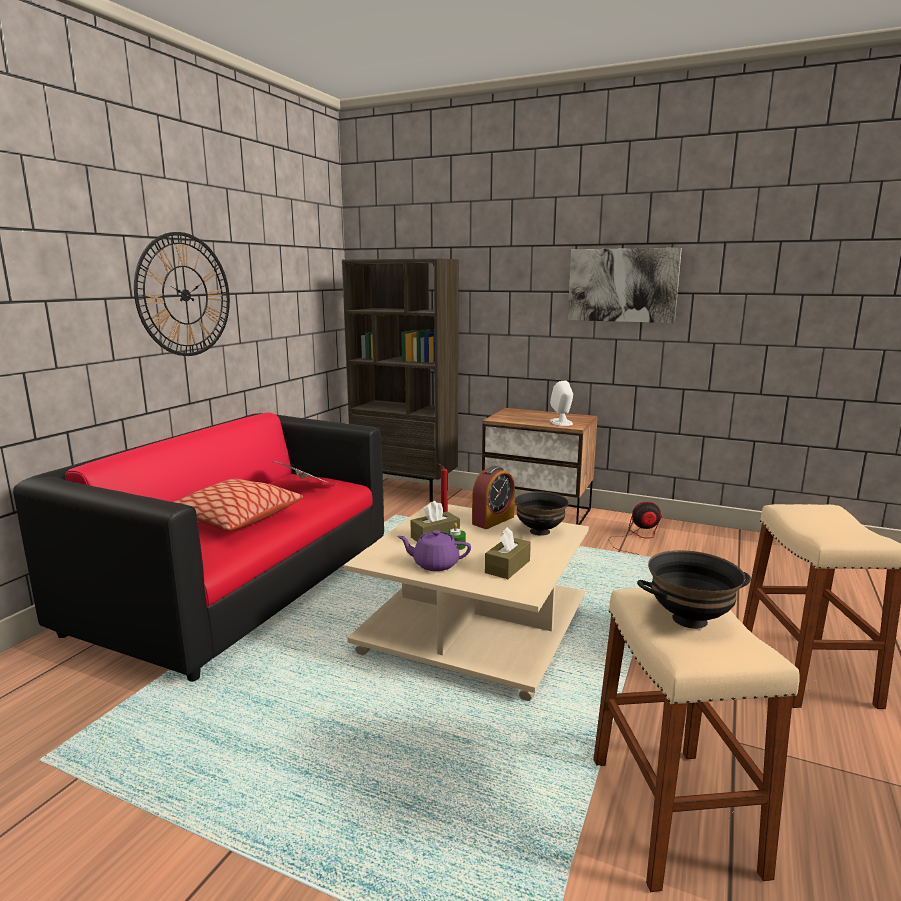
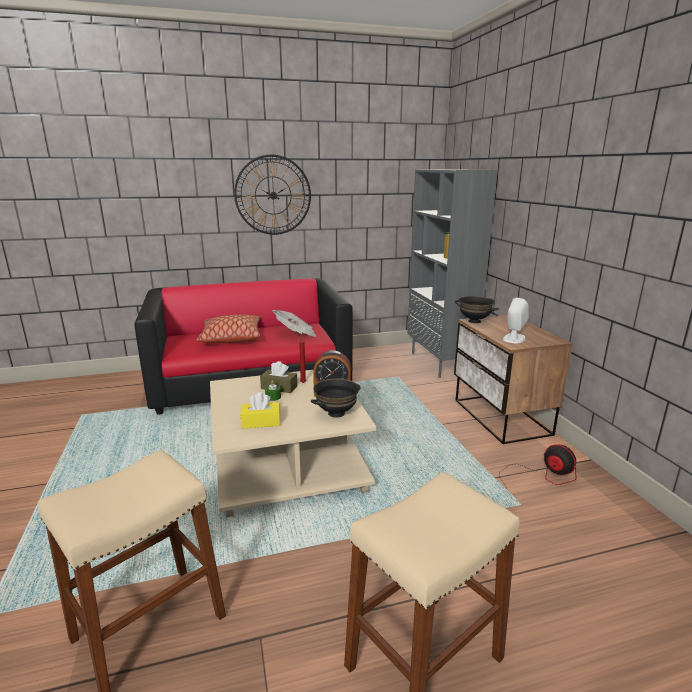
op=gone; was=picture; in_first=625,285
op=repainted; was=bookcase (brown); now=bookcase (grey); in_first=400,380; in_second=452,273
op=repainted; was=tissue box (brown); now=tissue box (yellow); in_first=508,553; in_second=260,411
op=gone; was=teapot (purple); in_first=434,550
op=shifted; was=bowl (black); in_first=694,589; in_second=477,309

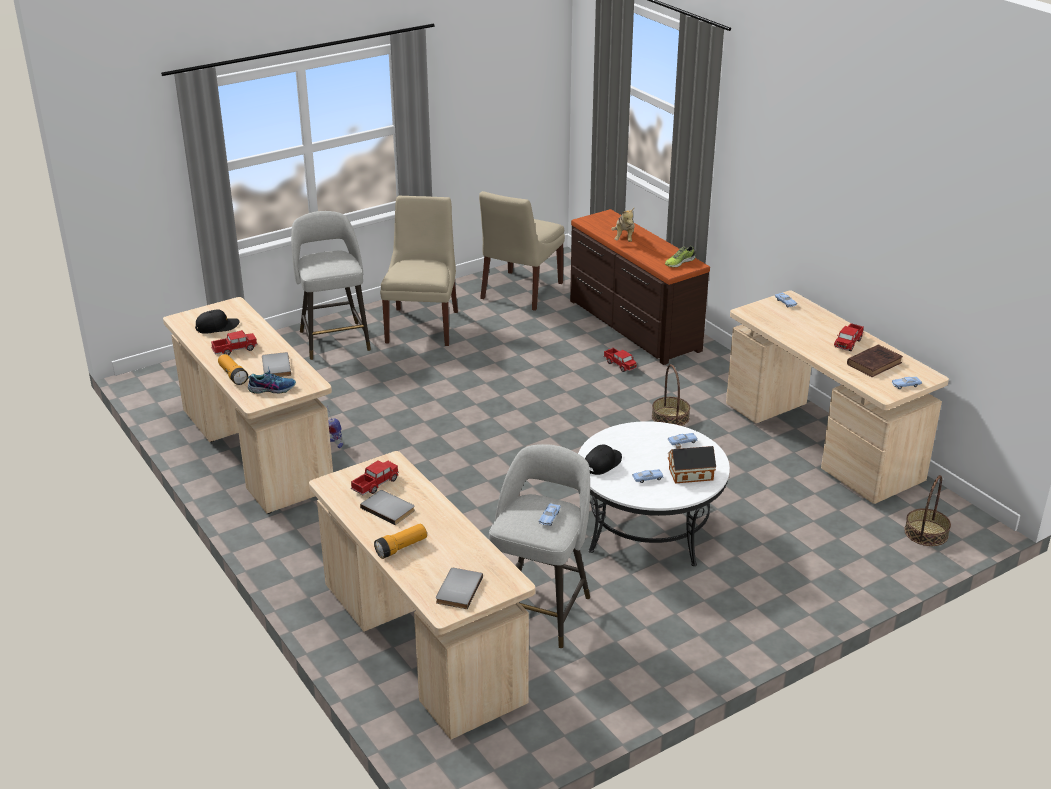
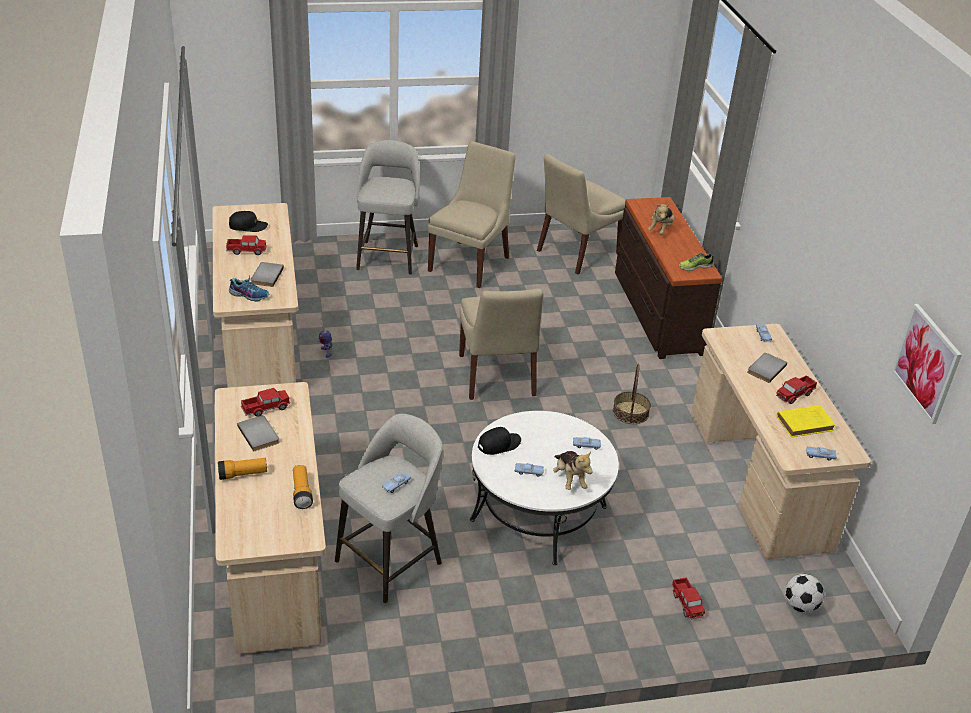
op=repainted; was=book (brown); now=book (yellow); in_first=875,360; in_second=806,421
op=shifted; was=toy truck; in_first=620,360; in_second=688,598
op=shifted; was=flashlight; in_first=233,369; in_second=303,487
op=swapped; was=toy house; now=plush toy; in_first=692,464; in_second=573,470
op=swapped; was=basket; now=football; in_first=927,510; in_second=804,593
op=shifted; was=book (grey); in_first=459,588; in_second=767,368
op=new; now=chair (beige); in_second=501,344
op=new; now=picture; in_second=927,364

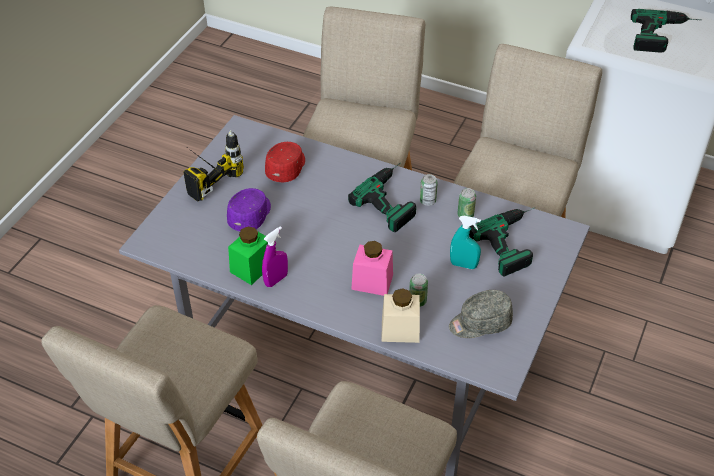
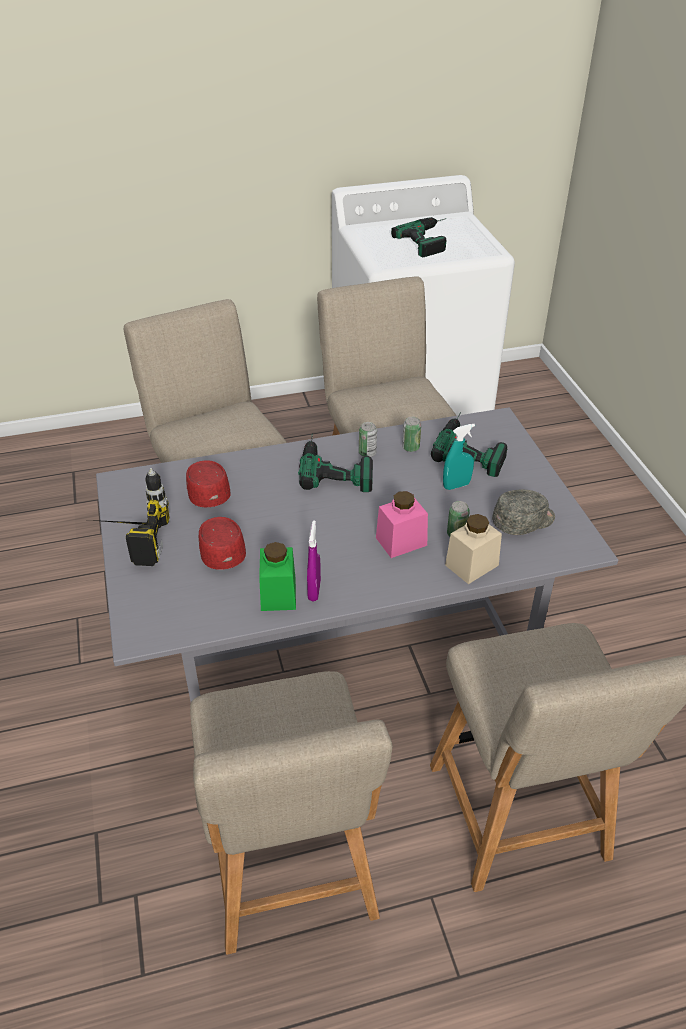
op=repainted; was=cap (purple); now=cap (red); in_first=249,209; in_second=222,543
op=rotated; was=cap (grey); in_first=481,314; in_second=523,512; clockwise=-150

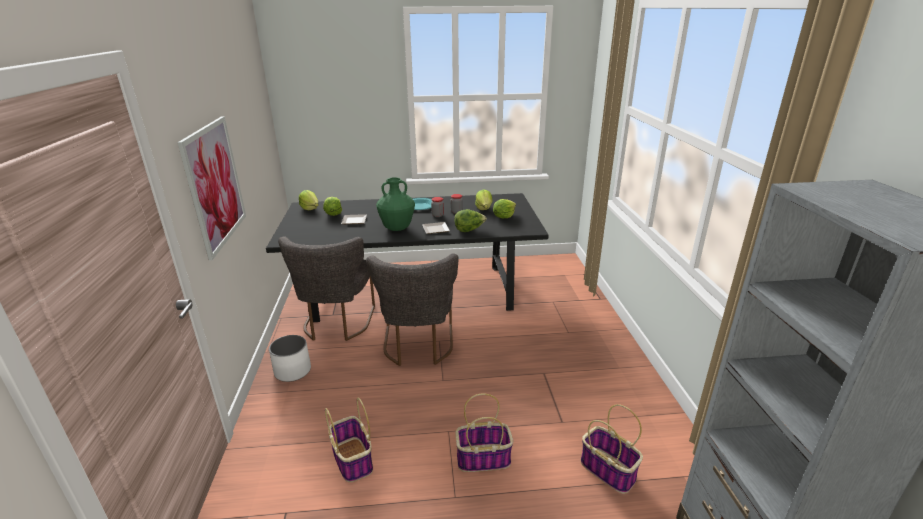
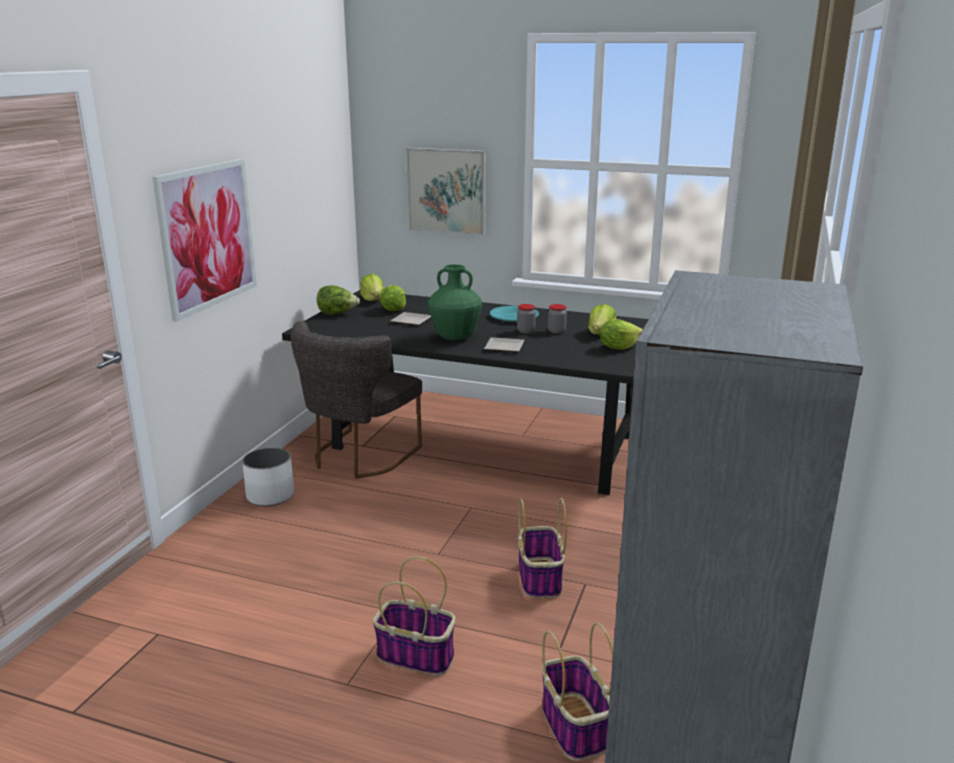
op=shifted; was=lettuce; in_first=470,220; in_second=338,300
op=gone; was=chair (grey); in_first=412,309
op=shifted; was=basket; in_first=349,440; in_second=542,548
op=new; now=picture; in_second=446,191

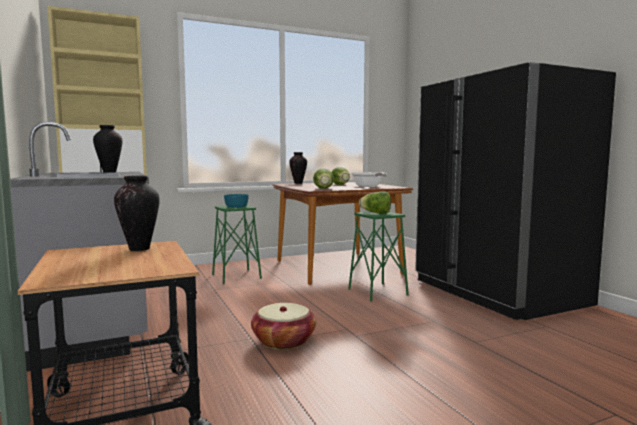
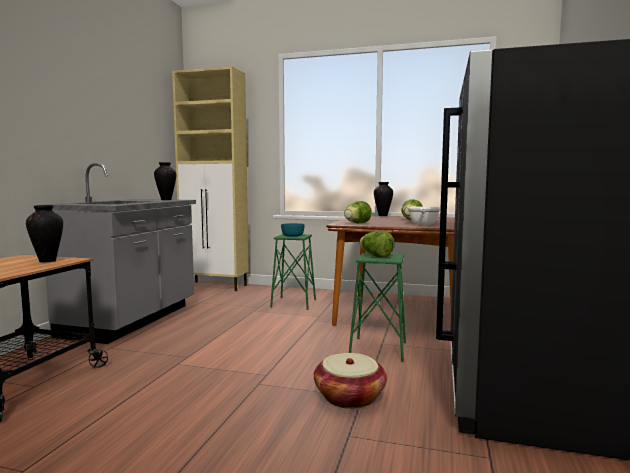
op=shifted; was=basket; in_first=283,326; in_second=350,381

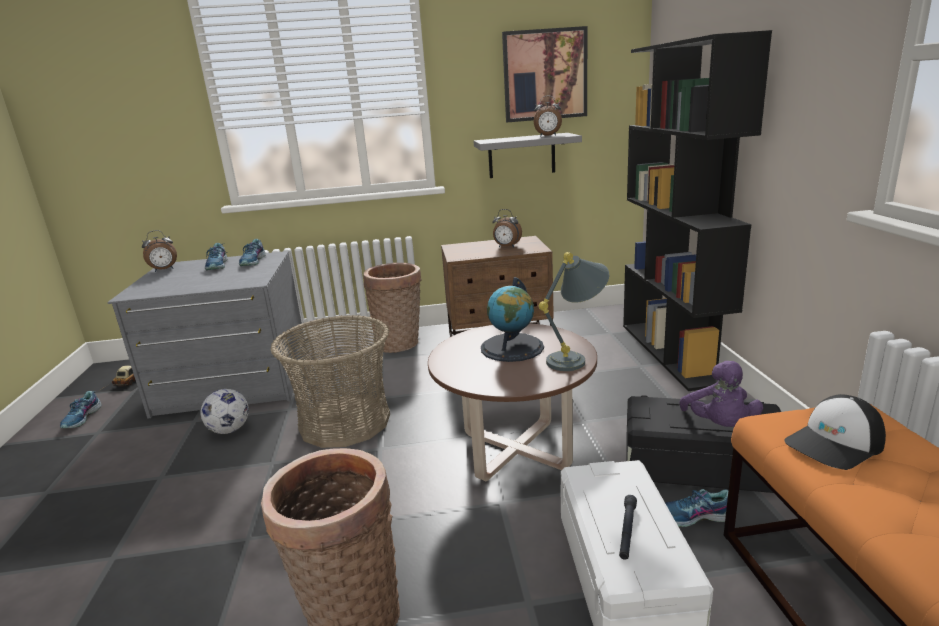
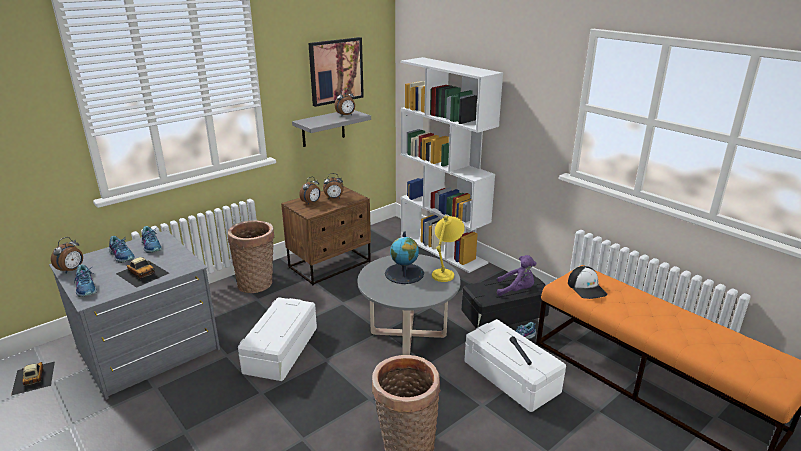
op=repainted; was=bookcase (black); now=bookcase (white); in_first=697,210; in_second=452,165
op=repainted; was=table lamp (grey); now=table lamp (yellow); in_first=574,311; in_second=448,248
op=swapped; was=basket; now=storage box (white); in_first=330,381; in_second=277,339
op=repainted; was=coffee table (brown); now=coffee table (grey); in_first=512,402; in_second=409,304
op=rotated; was=plush toy (purple); in_first=721,394; in_second=516,275; clockwise=-45
op=gone; was=football; in_first=225,411
op=shifted; was=shoe; in_first=80,409; in_second=85,280
op=rotated; was=cap; in_first=835,432; in_second=587,282; clockwise=-45
op=new; now=alarm clock; in_second=310,191
op=new; now=toy car; in_second=142,272

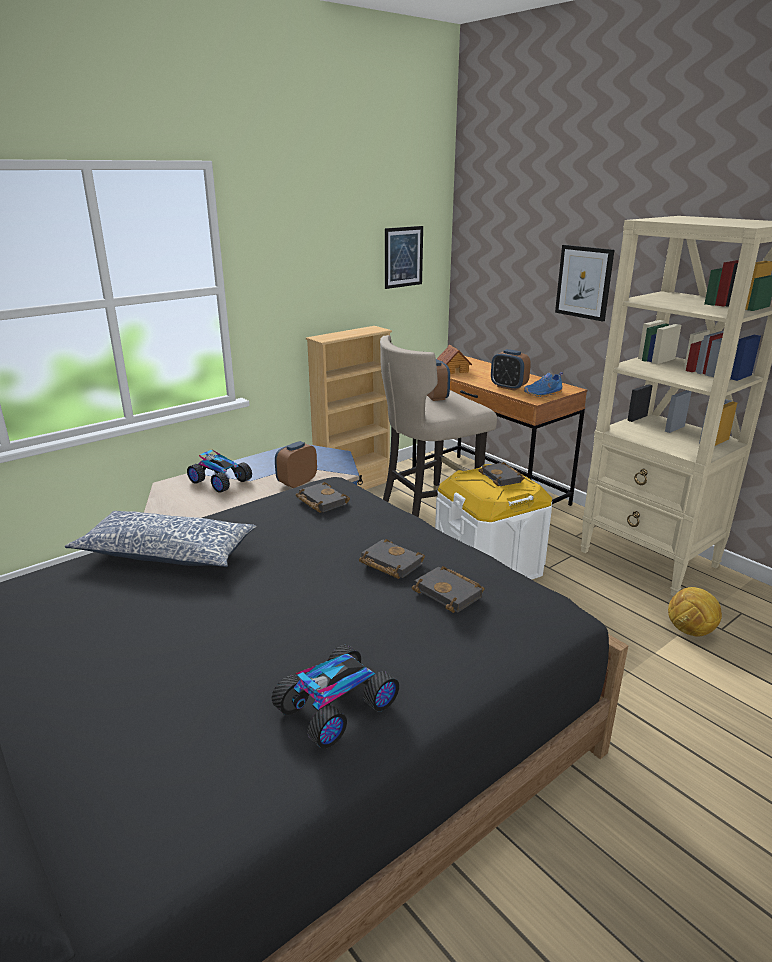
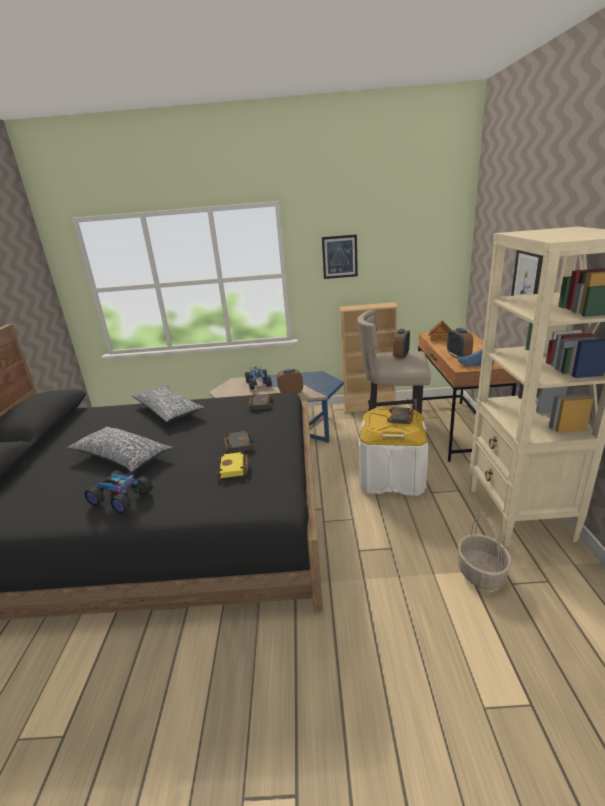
op=shifted; was=picture; in_first=404,257; in_second=340,256
op=repainted; was=book (black); now=book (yellow); in_first=448,589; in_second=232,465
op=swapped; was=football; now=basket; in_first=695,612; in_second=485,551
op=rotated; was=toy car; in_first=335,696; in_second=118,492; clockwise=-150
op=new; now=pillow; in_second=120,449

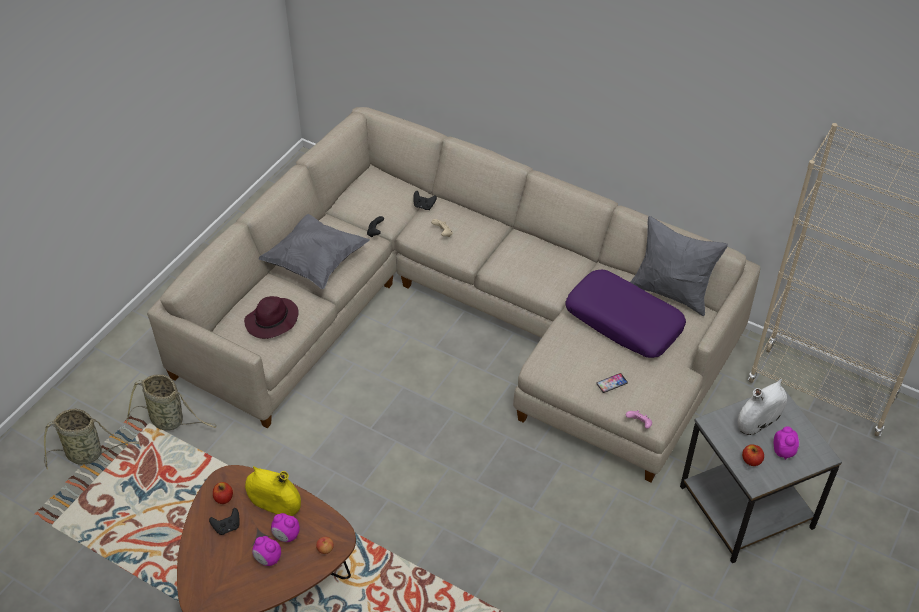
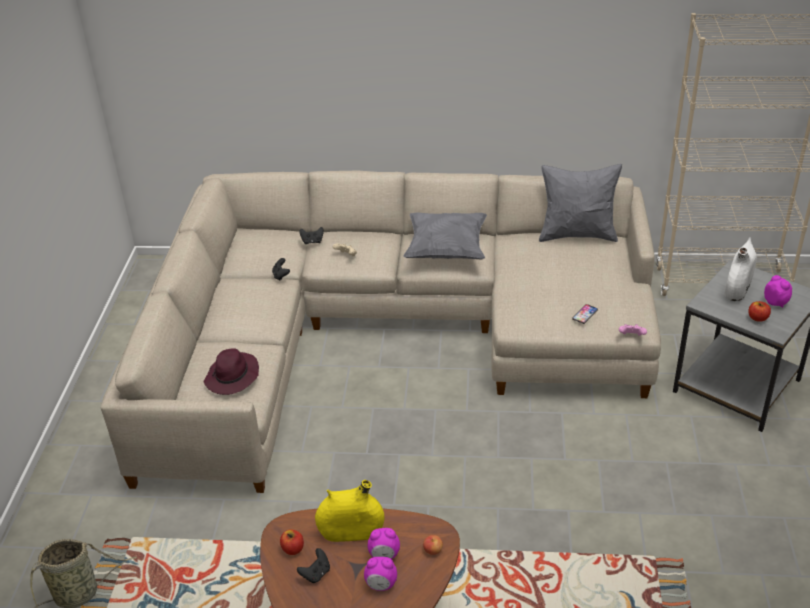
op=shifted; was=pillow (grey); in_first=314,251; in_second=445,236
op=gone; was=pillow (purple); in_first=625,314
op=gone; was=basket; in_first=172,402

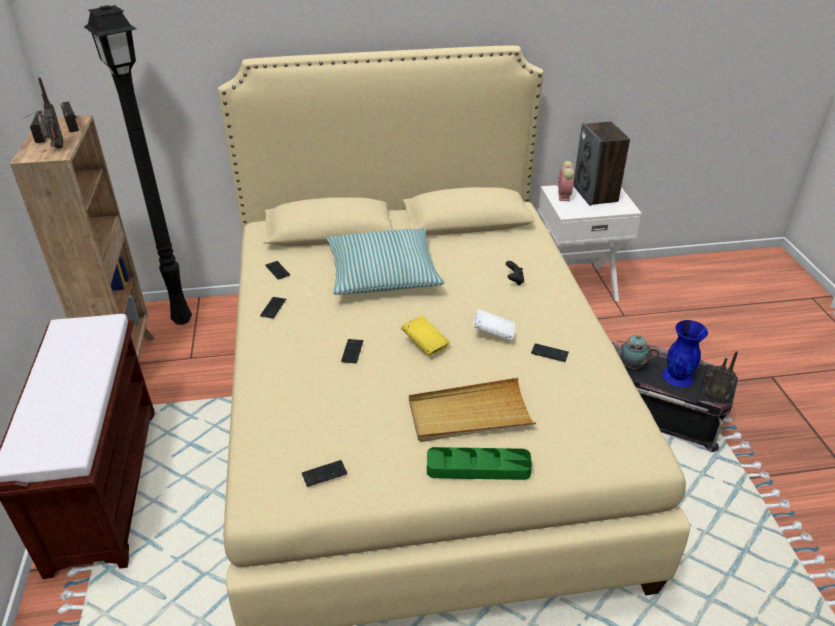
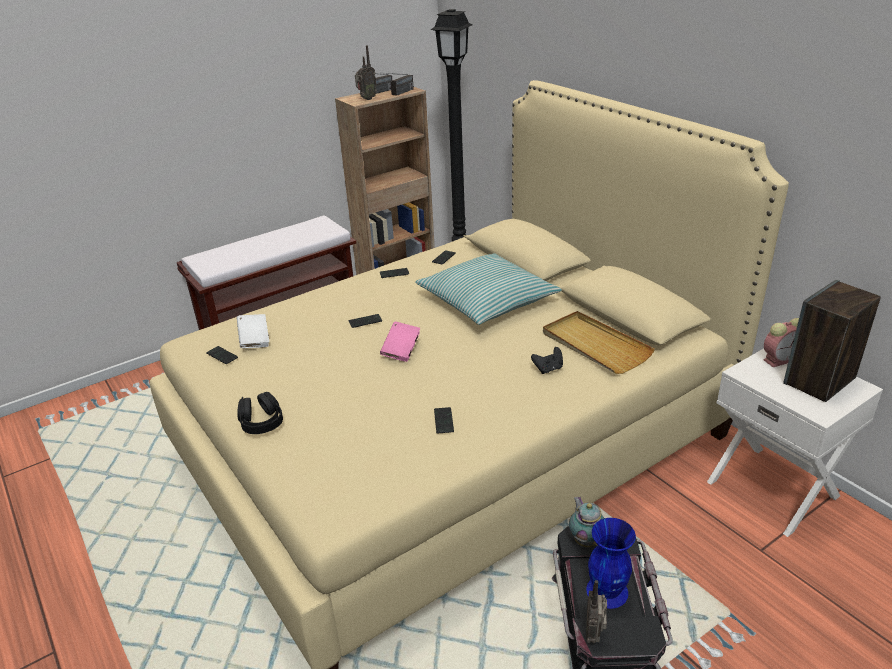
op=shifted; was=book (white); in_first=494,325; in_second=253,331
op=repainted; was=book (yellow); now=book (pink); in_first=425,335; in_second=400,342
op=shifted; was=tray (beige); in_first=472,410; in_second=599,342
op=swapped; was=tray (green); now=headphones (black); in_first=479,463; in_second=260,413

